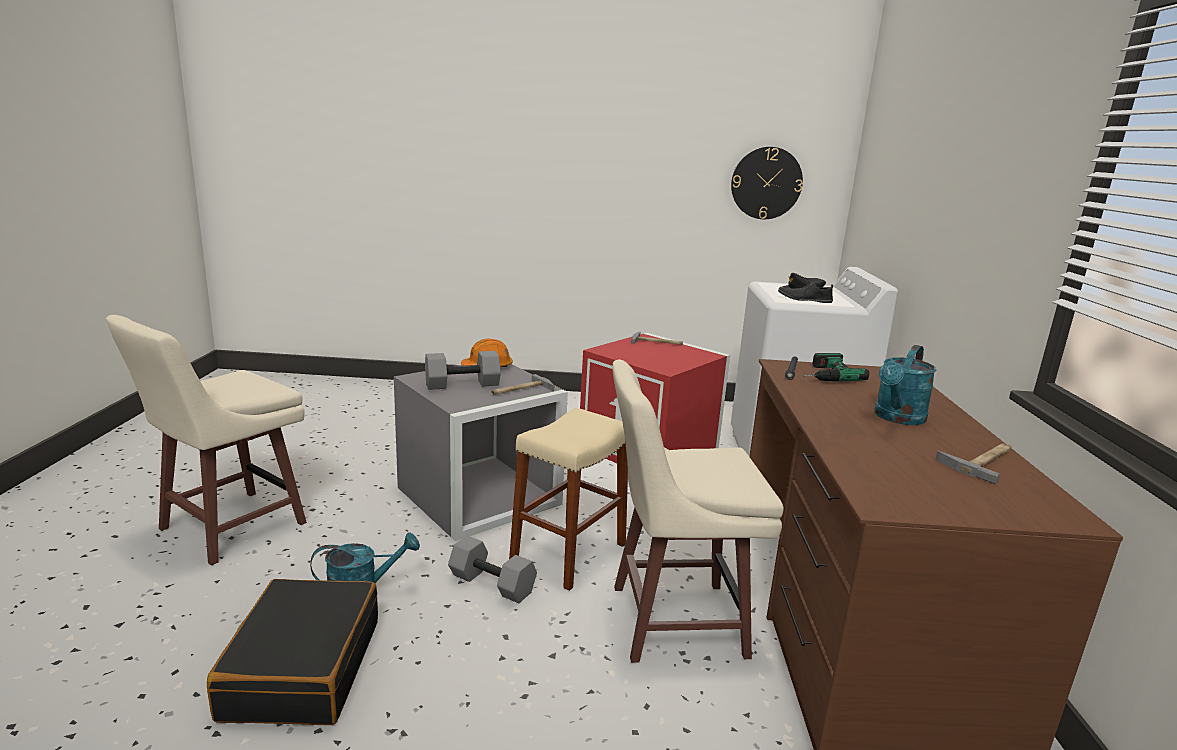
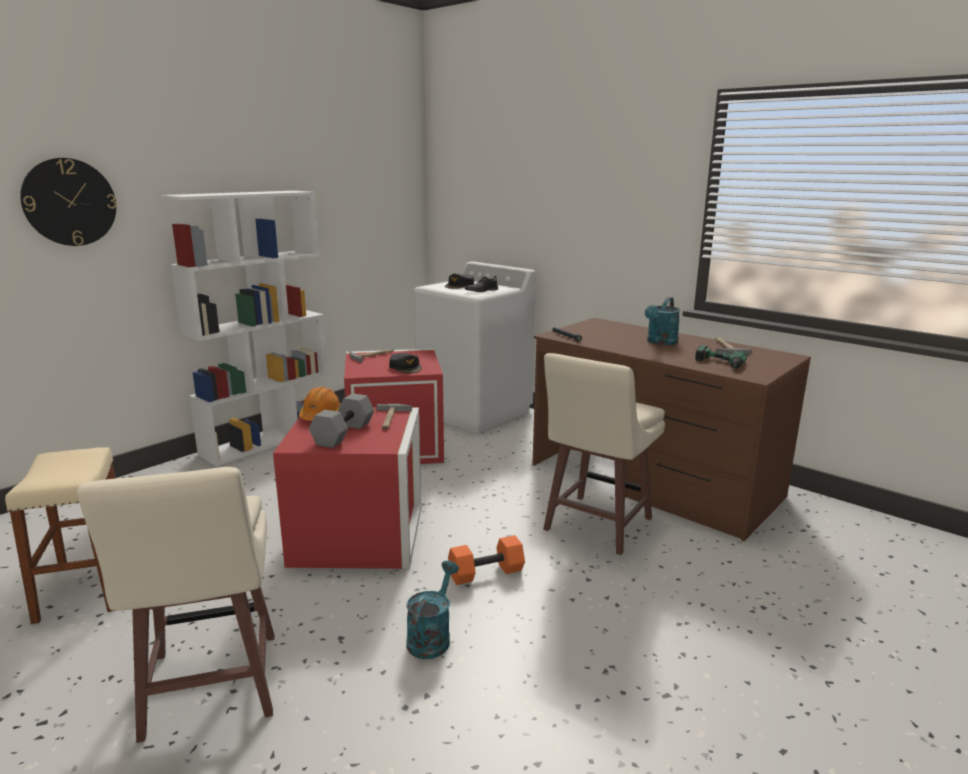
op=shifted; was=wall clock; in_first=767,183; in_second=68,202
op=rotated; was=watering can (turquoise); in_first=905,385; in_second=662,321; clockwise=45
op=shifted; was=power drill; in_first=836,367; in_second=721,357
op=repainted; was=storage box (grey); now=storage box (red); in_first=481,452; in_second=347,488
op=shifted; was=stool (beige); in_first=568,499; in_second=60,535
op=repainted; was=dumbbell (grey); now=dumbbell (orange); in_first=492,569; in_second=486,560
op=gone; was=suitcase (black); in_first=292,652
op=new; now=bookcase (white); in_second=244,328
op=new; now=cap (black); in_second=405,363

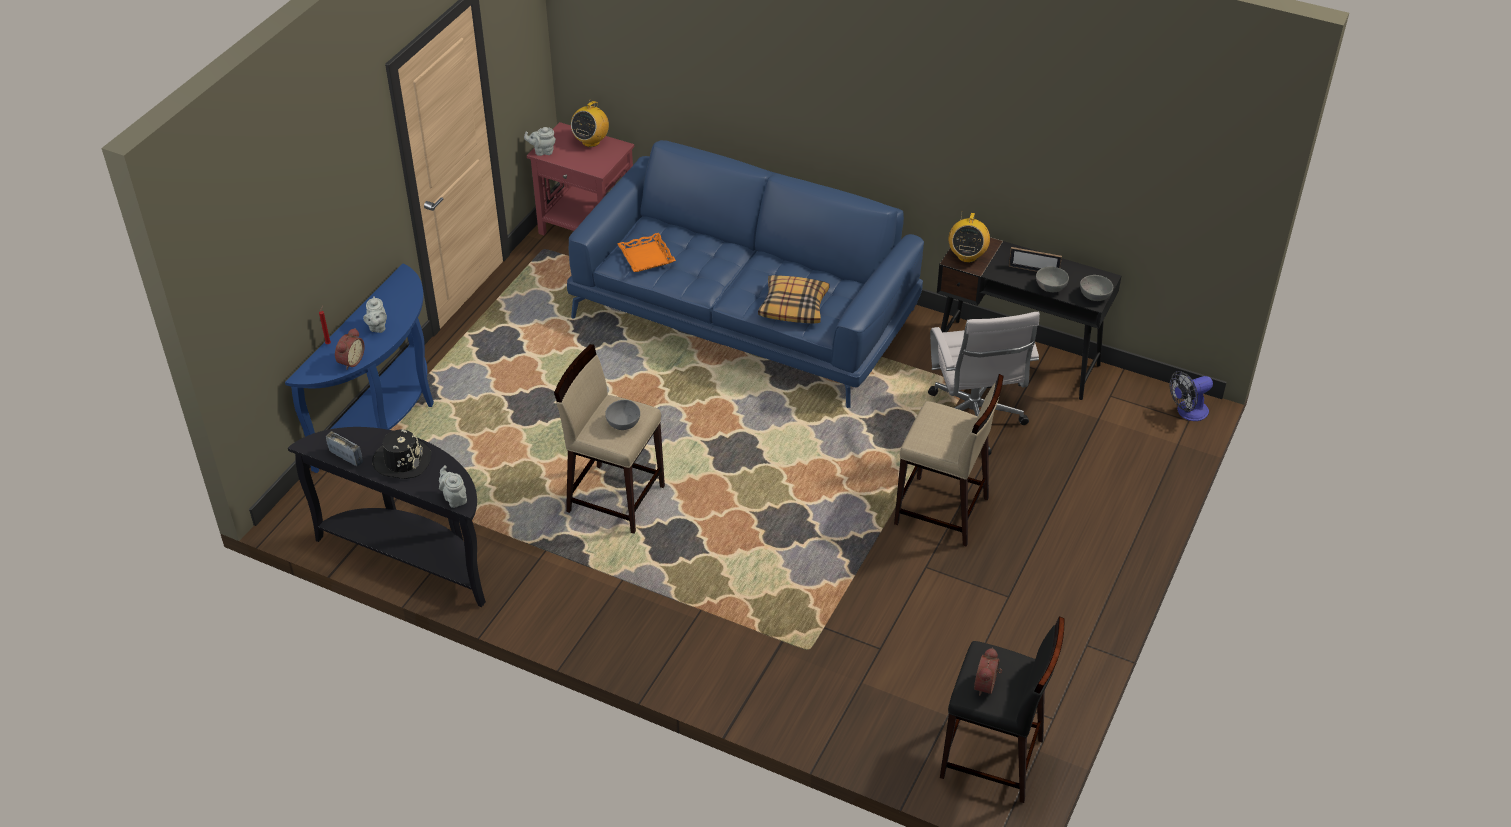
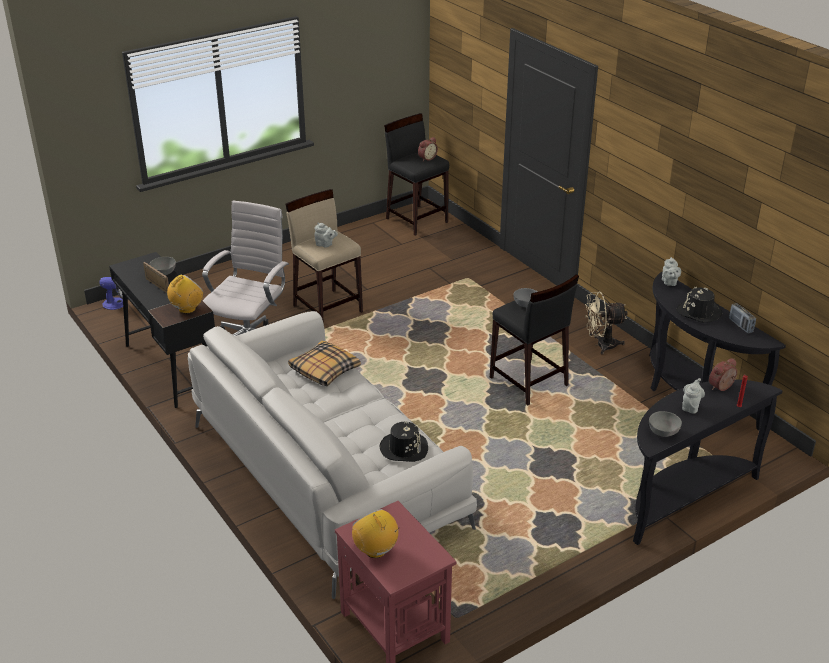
op=rotated; was=radio; in_first=590,124; in_second=375,533; clockwise=-90
op=shifted; was=teapot (grey); in_first=540,141; in_second=326,235
op=repainted; was=sofa (blue); now=sofa (white); in_first=745,274; in_second=332,455
op=swapped; was=tray (orange); now=hat (black); in_first=646,252; in_second=404,441
op=repainted; was=console table (blue); now=console table (black); in_first=359,368; in_second=708,462
op=shifted; was=bowl (grey); in_first=1096,288; in_second=665,424
op=repainted; was=stool (beige); now=stool (black); in_first=609,439; in_second=534,339
op=new; now=fan (beige); in_second=606,323

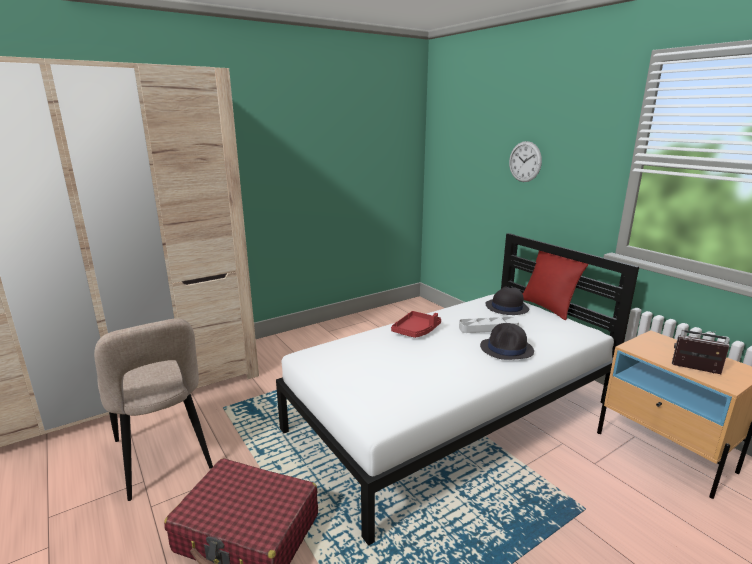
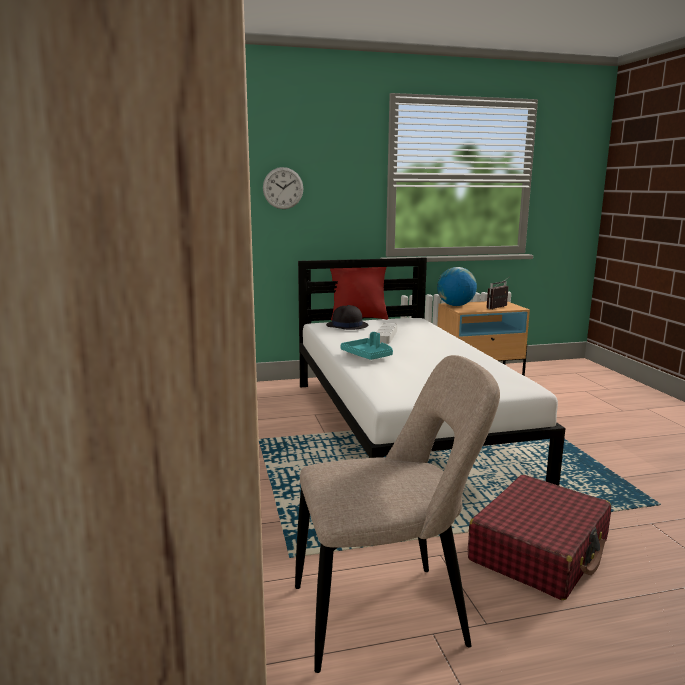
op=repainted; was=tray (red); now=tray (turquoise); in_first=416,324; in_second=366,346
op=gone; was=hat (black); in_first=507,341
op=new; now=globe; in_second=457,286

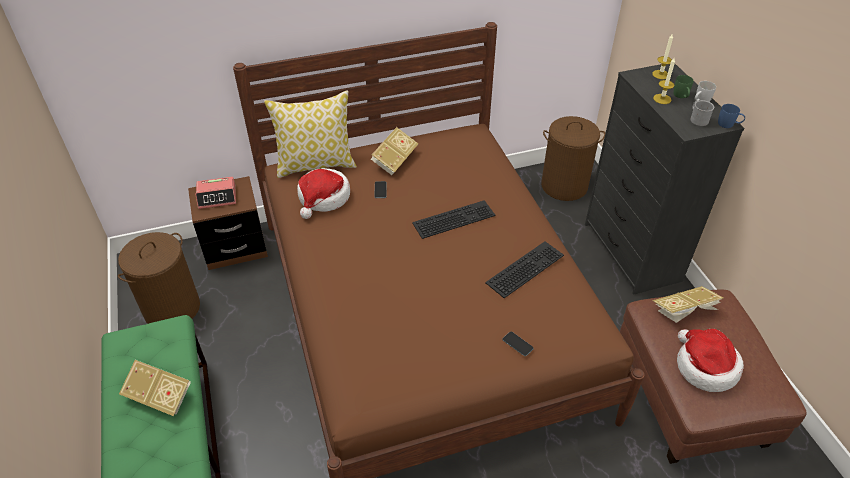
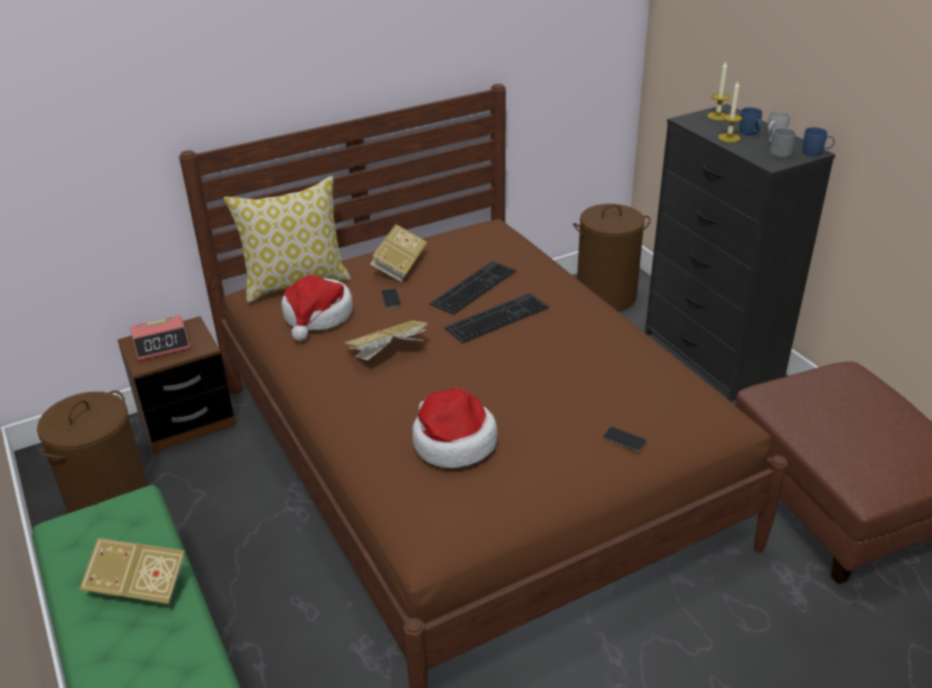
op=repainted; was=mug (green); now=mug (blue); in_first=683,86; in_second=751,121
op=shifted; was=keyboard; in_first=524,269; in_second=473,288
op=shifted; was=book; in_first=687,304; in_second=386,340
op=shifted; was=hat; in_first=710,360; in_second=455,428

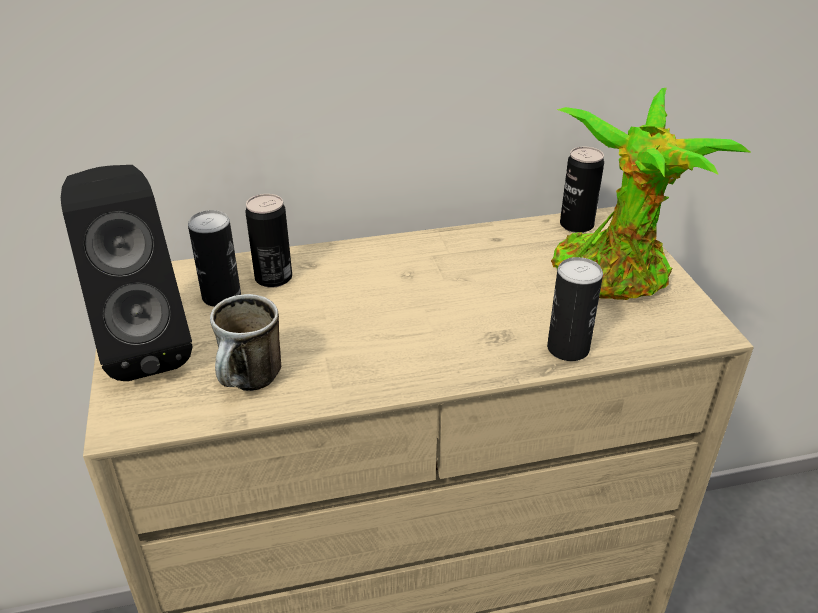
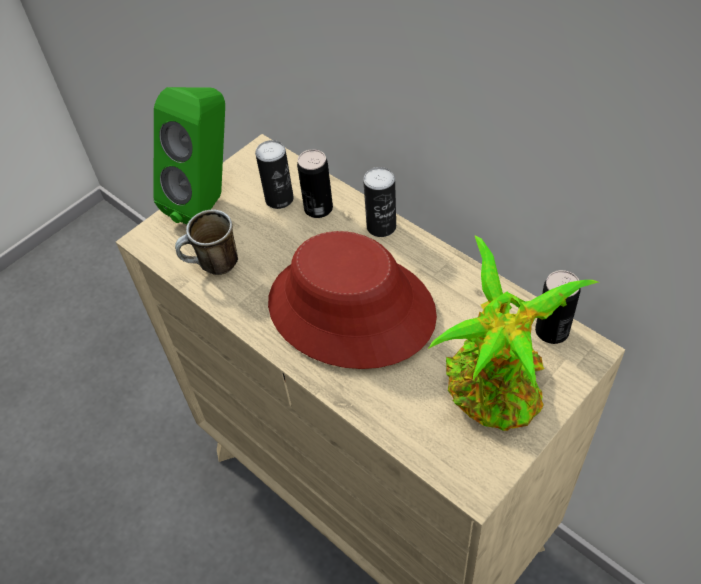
op=repainted; was=speaker (black); now=speaker (green); in_first=126,273; in_second=189,156
op=shifted; was=can; in_first=575,309; in_second=379,202
op=new; now=hat (red); in_second=352,300

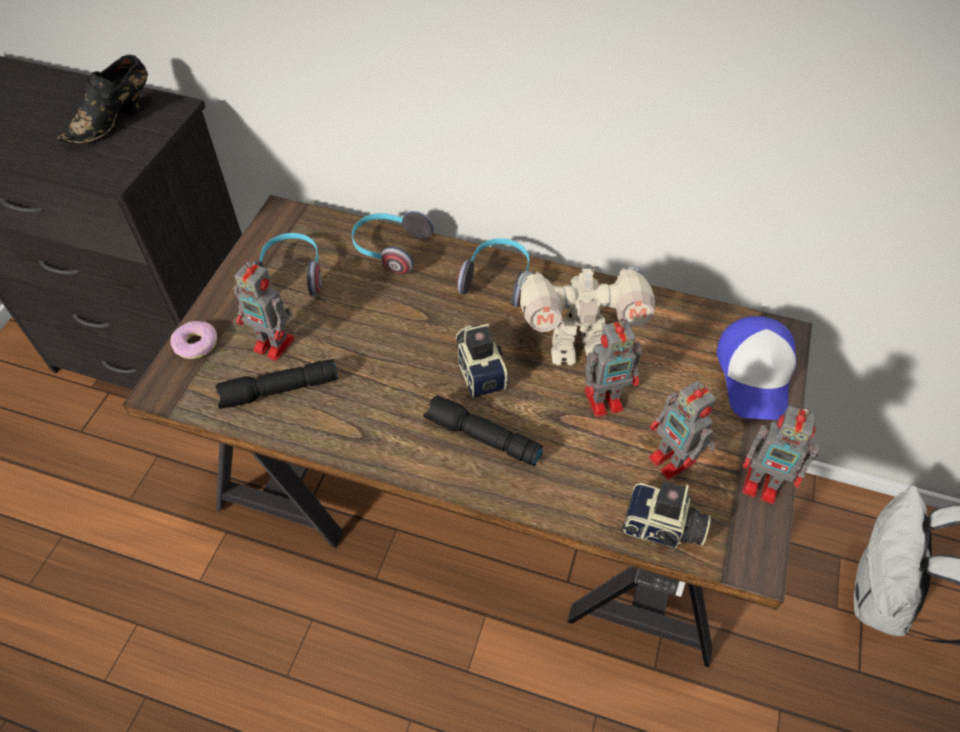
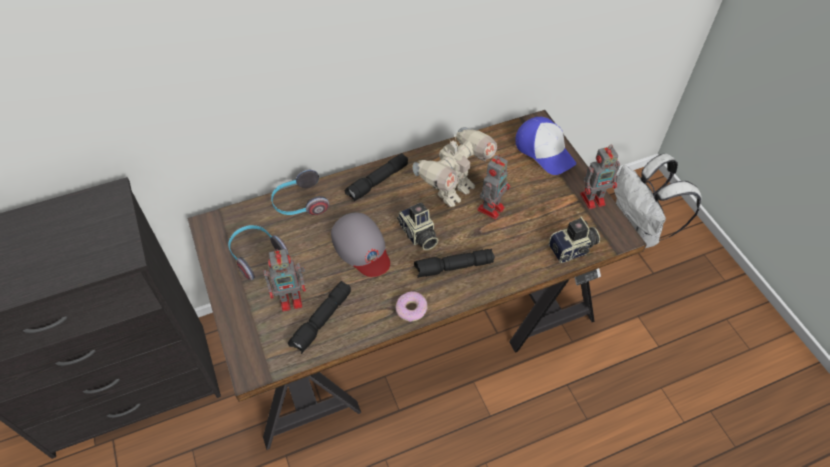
op=gone; was=shoe (black); in_first=102,99
op=swapped; was=headphones; now=flashlight (black); in_first=493,272; in_second=376,177
op=shifted; was=donut; in_first=194,340; in_second=411,306
op=rotated; was=photo camera; in_first=483,361; in_second=418,226; clockwise=-150
op=gone; was=toy robot; in_first=682,430
op=new; now=cap (grey); in_second=360,245

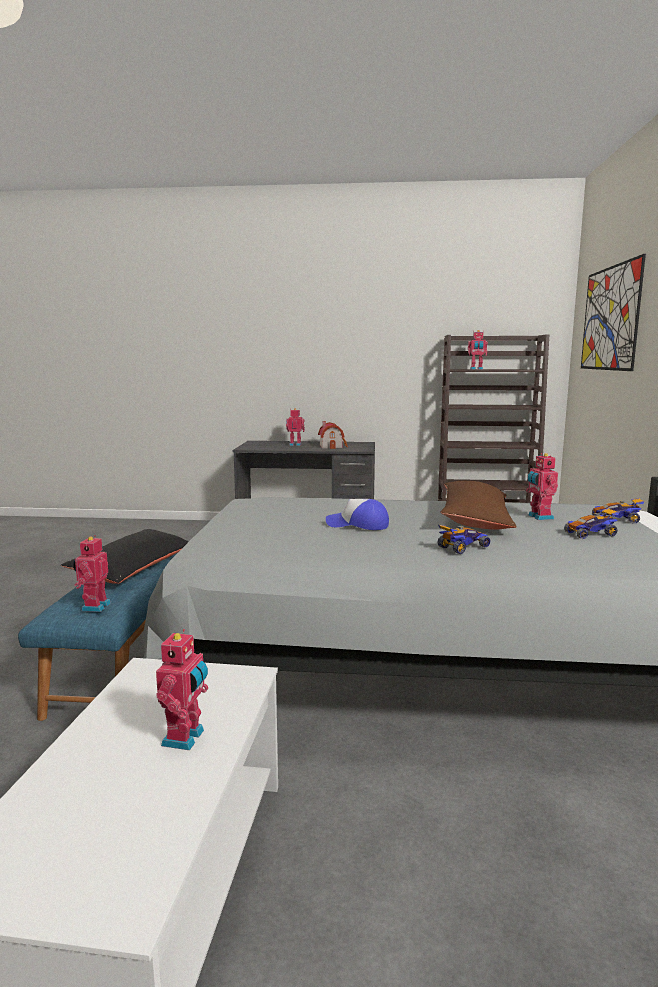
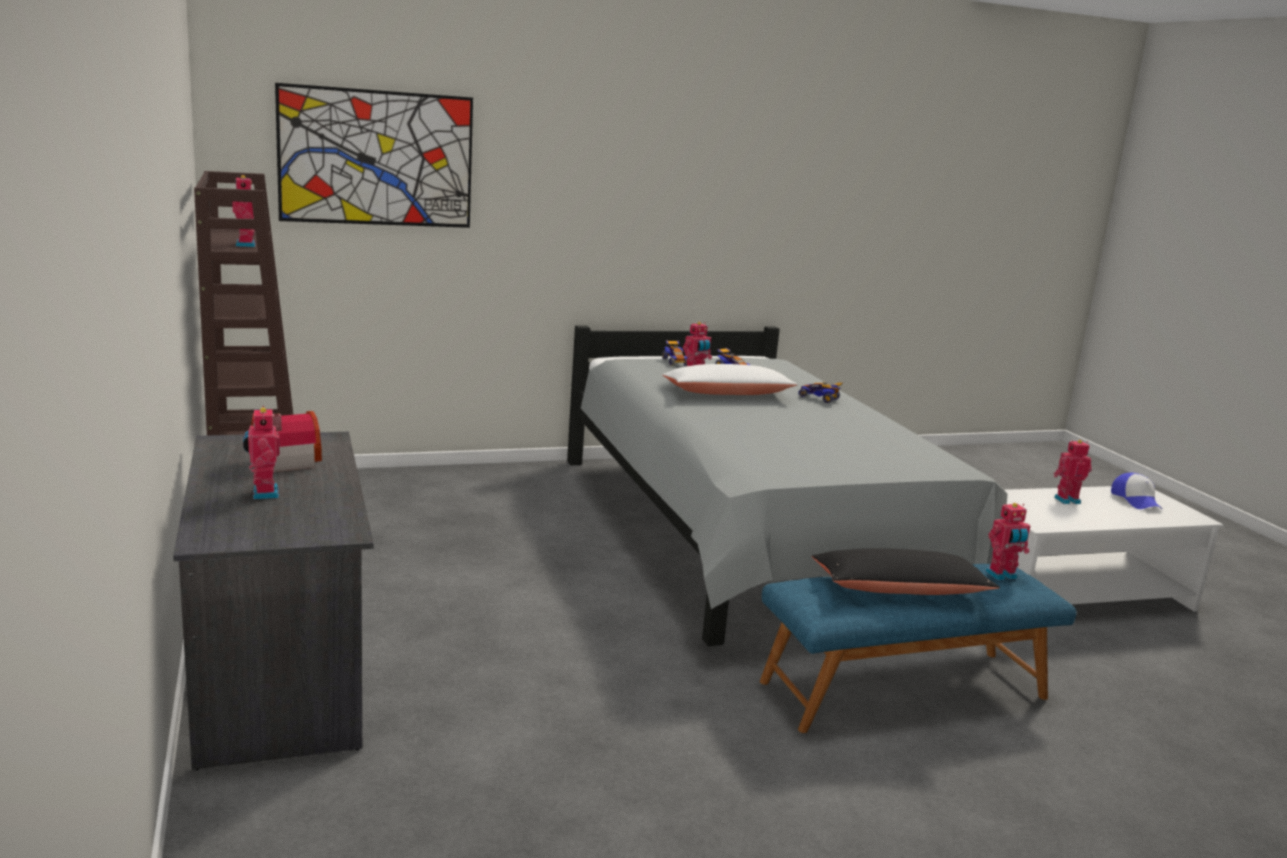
op=repainted; was=pillow (brown); now=pillow (white); in_first=478,505; in_second=730,379
op=shifted; was=cap; in_first=357,514; in_second=1136,491

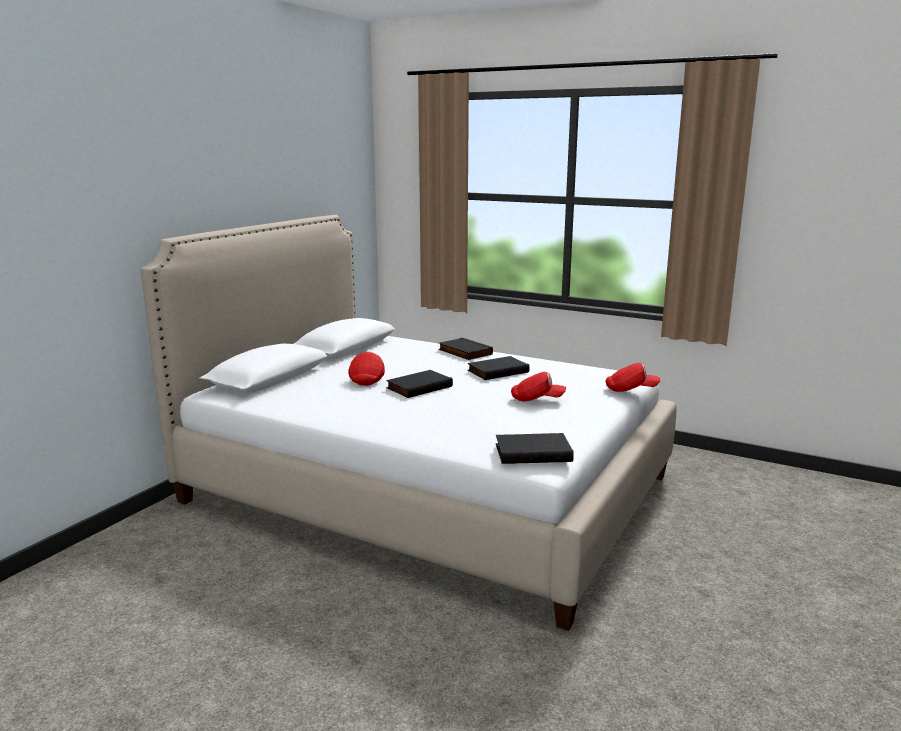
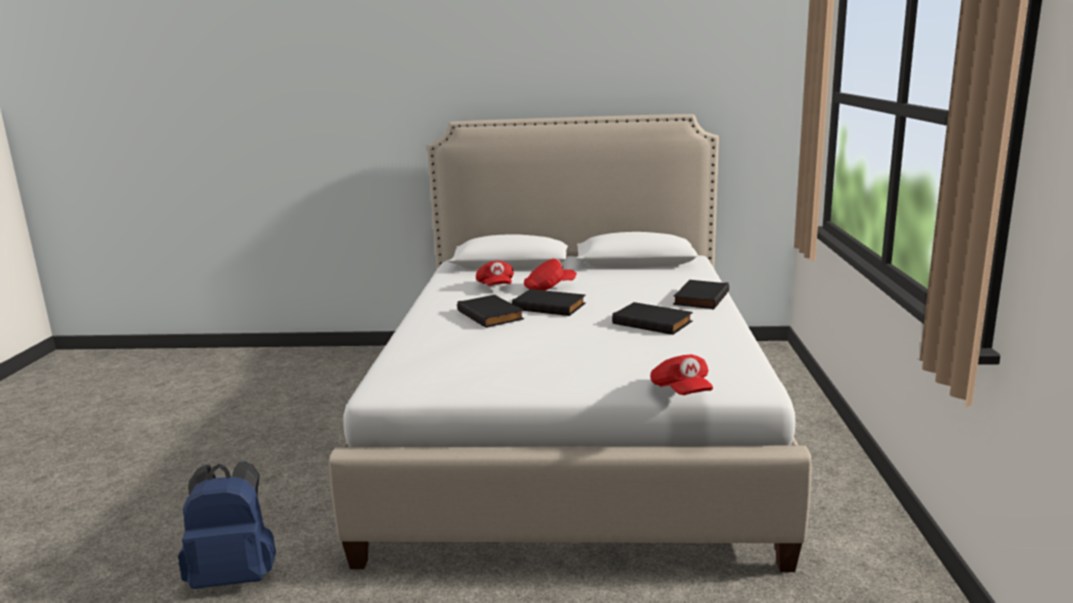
op=shifted; was=cap (red); in_first=538,386; in_second=495,273
op=shifted; was=book (black); in_first=535,448; in_second=490,311
op=new; now=backpack (blue); in_second=227,525

